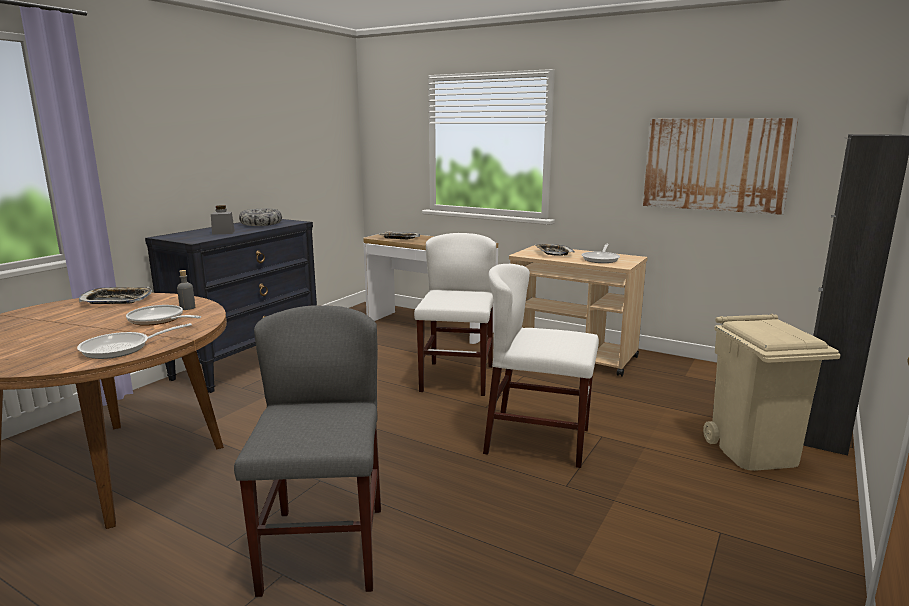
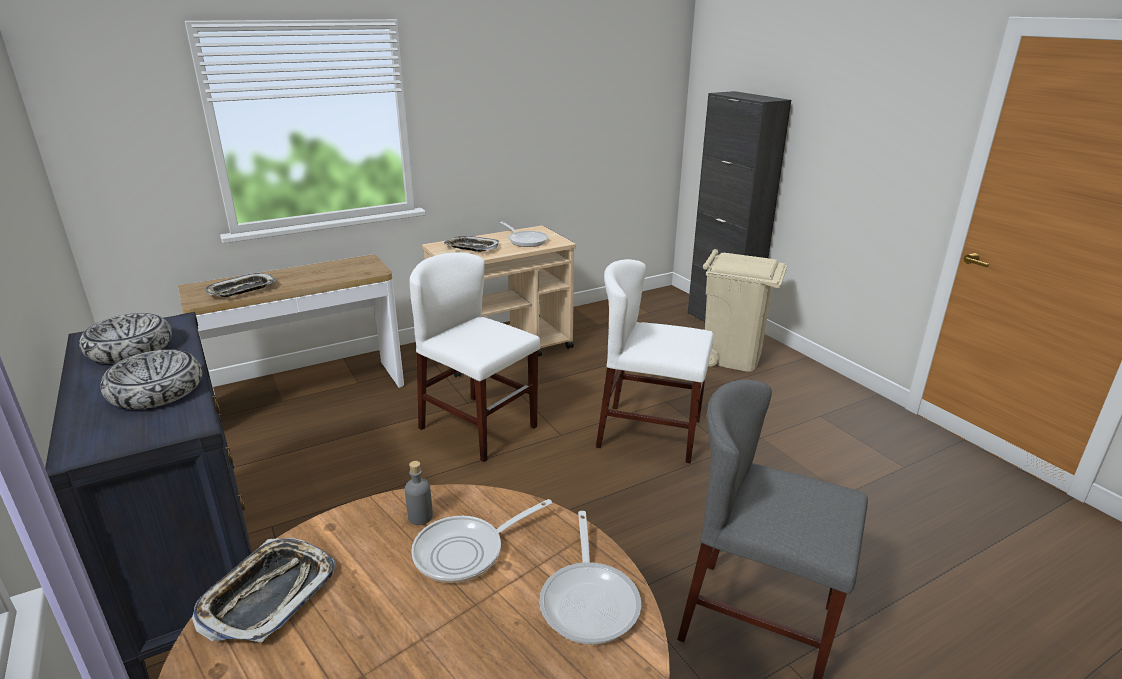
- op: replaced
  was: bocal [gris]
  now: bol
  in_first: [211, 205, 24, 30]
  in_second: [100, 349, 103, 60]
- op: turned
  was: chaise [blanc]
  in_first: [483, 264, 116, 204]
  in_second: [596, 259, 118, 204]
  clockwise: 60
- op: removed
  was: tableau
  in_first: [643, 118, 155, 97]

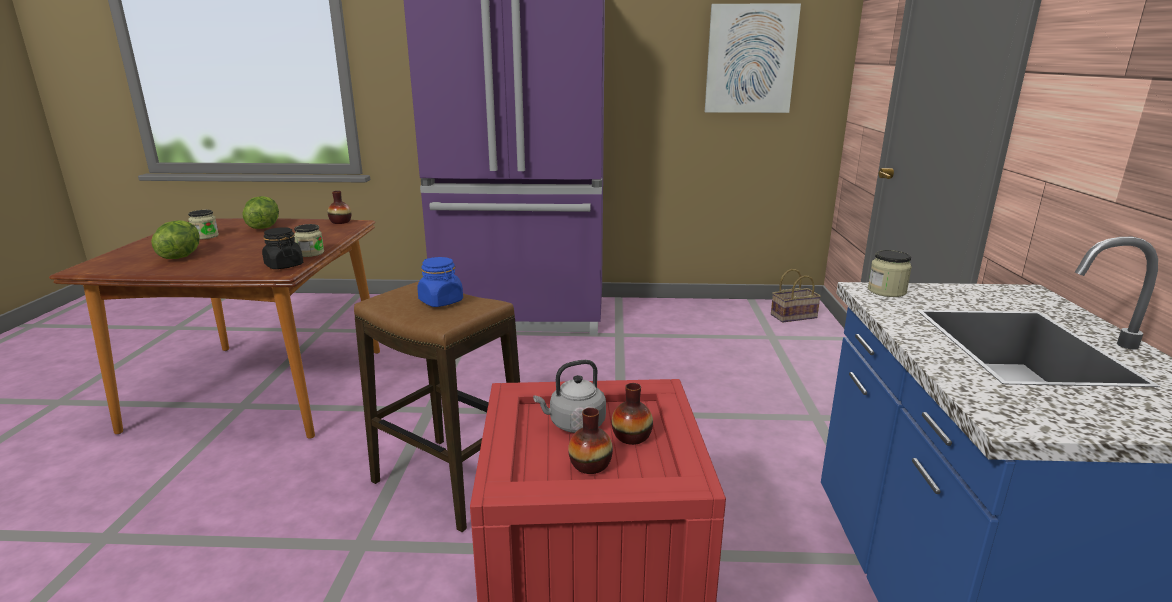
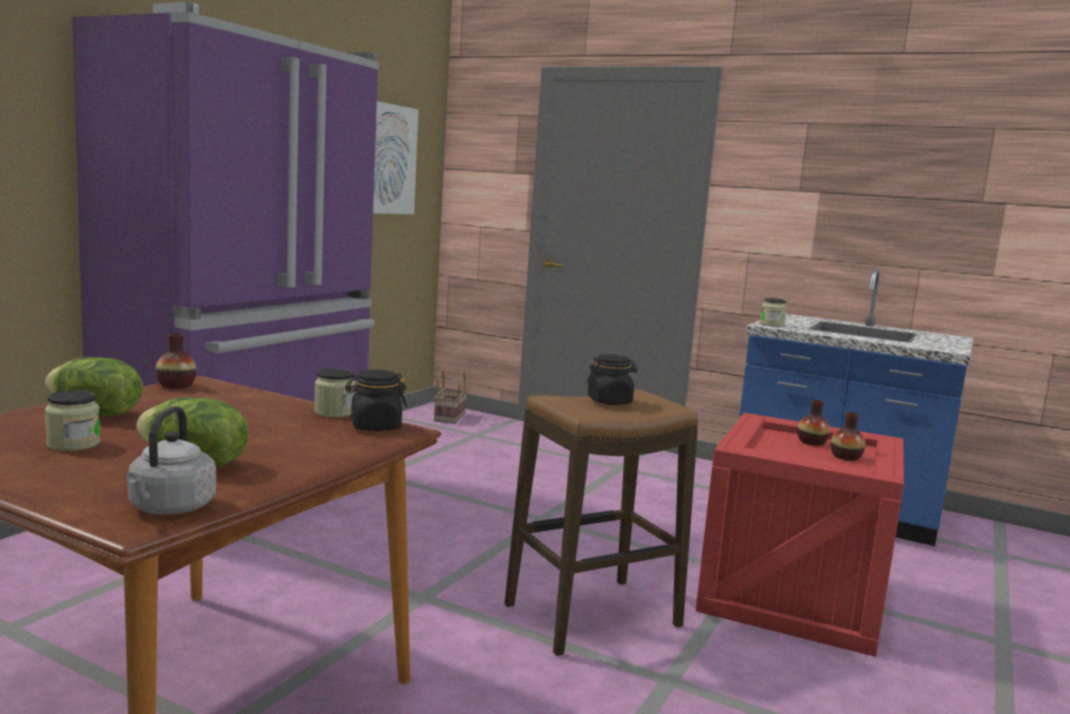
- op: recoloured
  was: bocal [bleu]
  now: bocal [noir]
  in_first: [417, 257, 46, 50]
  in_second: [587, 354, 51, 51]
- op: moved
  was: bouilloire [gris]
  in_first: [533, 360, 73, 73]
  in_second: [126, 406, 90, 109]

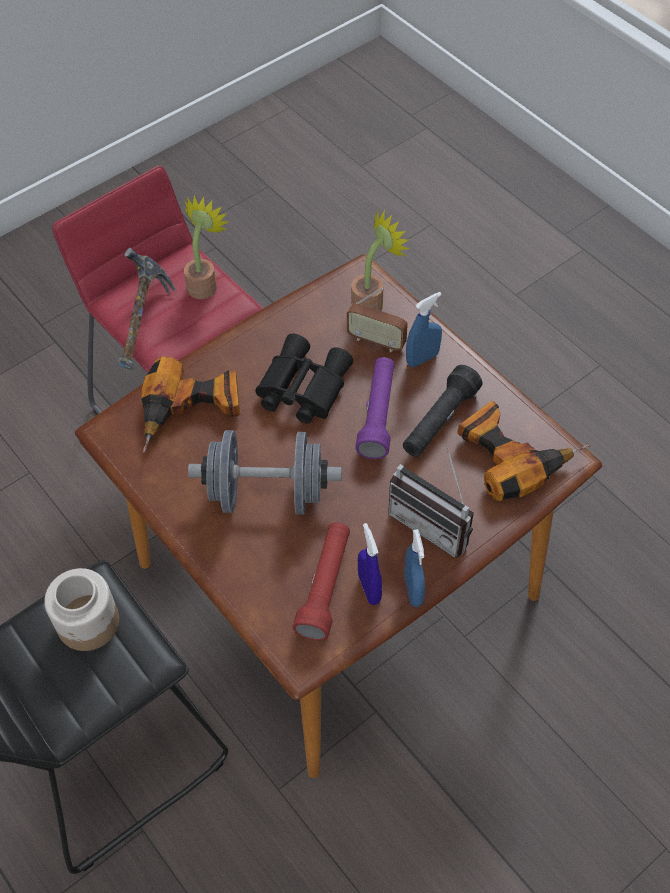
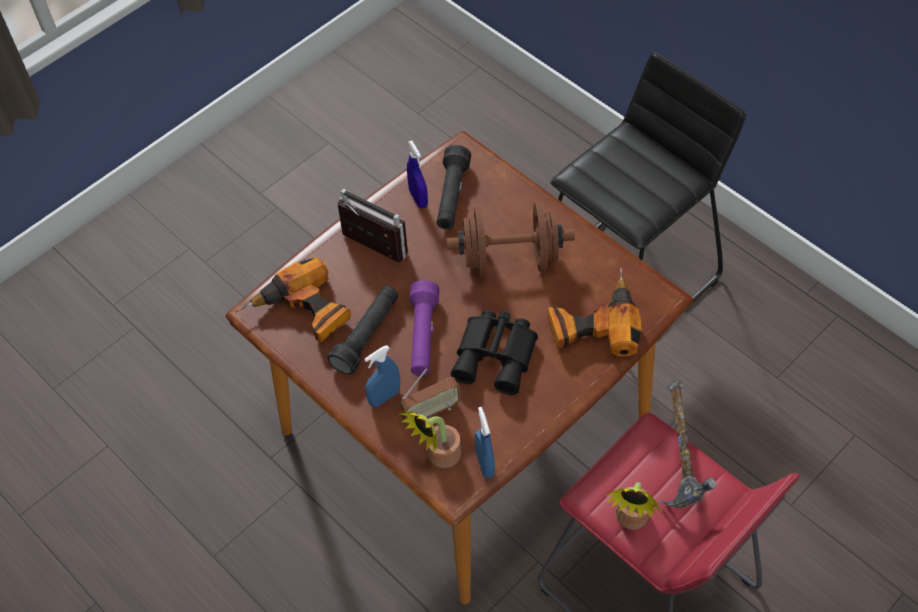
- op: removed
  was: bocal
  in_first: [44, 568, 75, 83]
- op: recoloured
  was: haltère [gris]
  now: haltère [marron]
  in_first: [188, 430, 154, 85]
  in_second: [446, 203, 129, 73]
- op: recoloured
  was: lampe de poche [rouge]
  now: lampe de poche [noir]
  in_first: [292, 522, 58, 119]
  in_second: [437, 145, 34, 84]
- op: turned
  was: radio
  in_first: [346, 288, 62, 64]
  in_second: [400, 369, 60, 57]
  clockwise: 135
- op: moved
  was: vaporisateur [bleu]
  in_first: [404, 529, 21, 78]
  in_second: [475, 407, 20, 72]

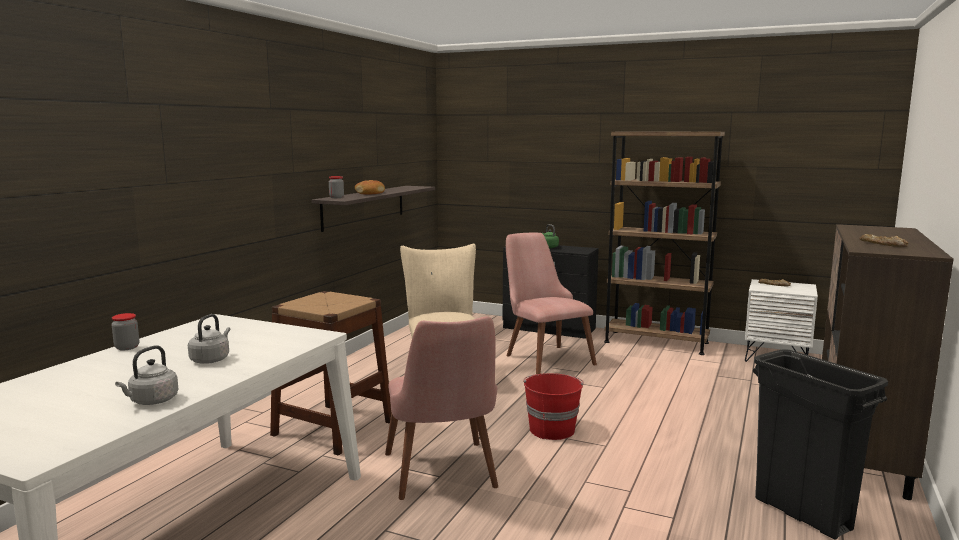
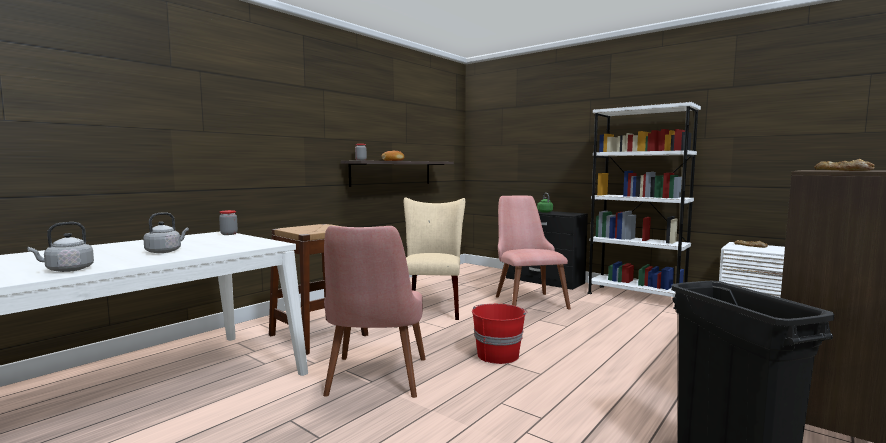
- op: moved
  was: bocal
  in_first: [112, 313, 27, 37]
  in_second: [219, 210, 19, 25]
- op: recoloured
  was: bibliothèque [marron]
  now: bibliothèque [blanc]
  in_first: [604, 132, 121, 223]
  in_second: [587, 102, 114, 207]

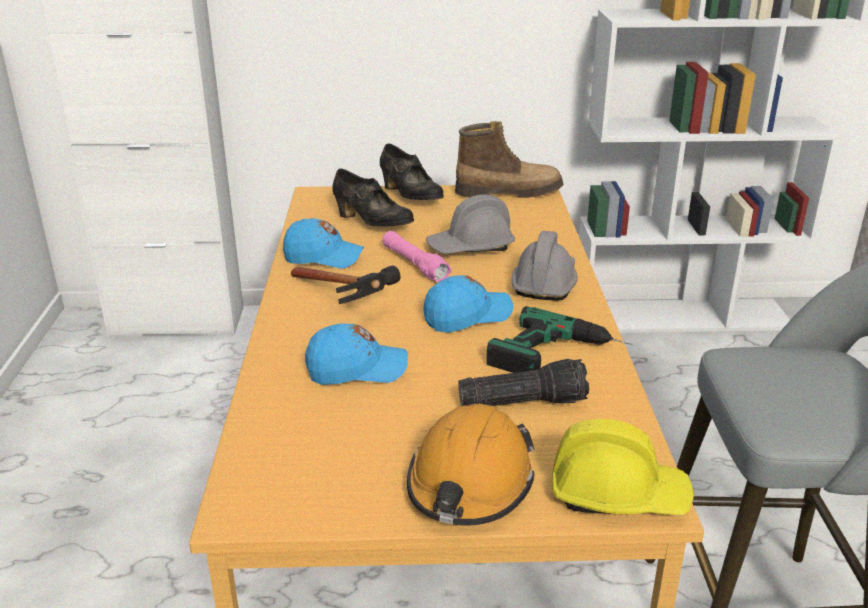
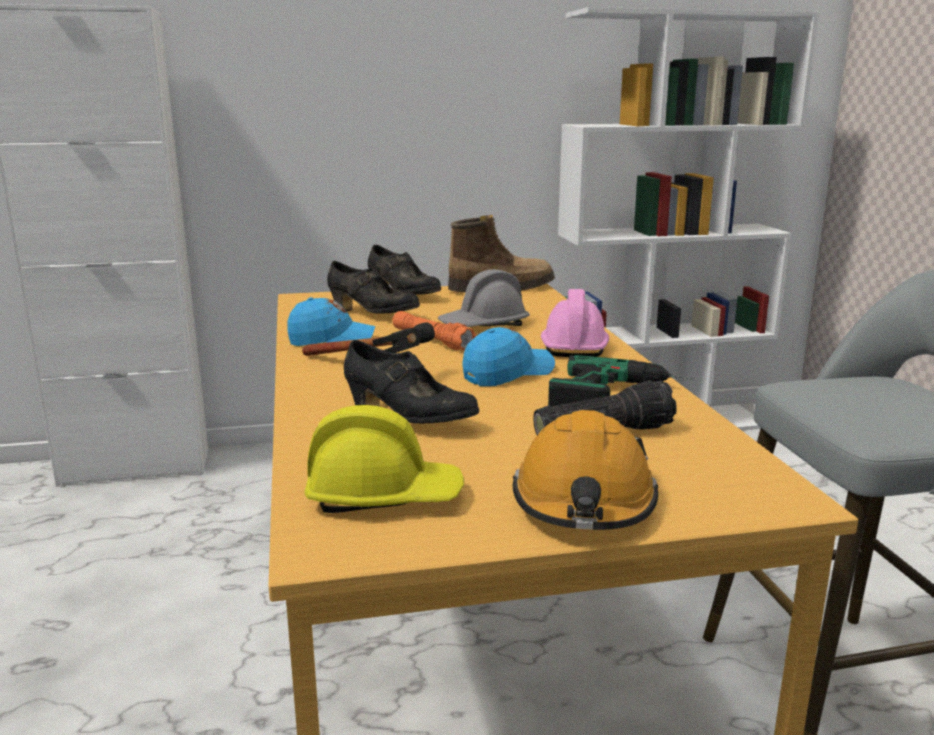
- op: replaced
  was: casquette [bleu]
  now: chaussure [noir]
  in_first: [305, 324, 103, 61]
  in_second: [344, 340, 135, 83]
- op: recoloured
  was: lampe de poche [rose]
  now: lampe de poche [orange]
  in_first: [382, 231, 70, 51]
  in_second: [393, 311, 83, 40]
- op: recoloured
  was: casque de chantier [gris]
  now: casque de chantier [rose]
  in_first: [512, 231, 66, 70]
  in_second: [541, 289, 68, 68]
- op: moved
  was: casque de chantier [jaune]
  in_first: [552, 419, 142, 96]
  in_second: [304, 405, 160, 108]

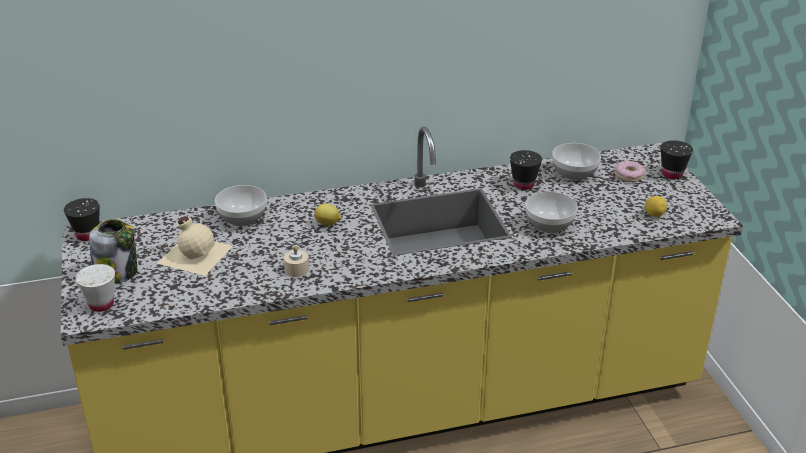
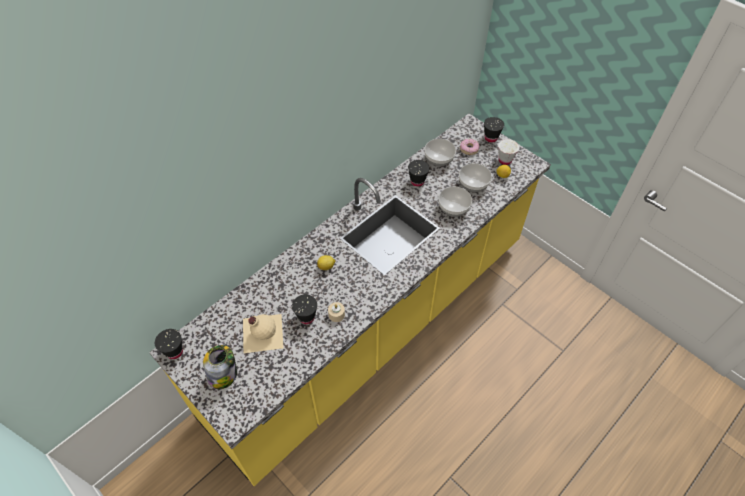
- op: moved
  was: tasse [blanc]
  in_first: [75, 264, 40, 48]
  in_second: [498, 139, 21, 26]
- op: moved
  was: bol
  in_first: [215, 185, 52, 41]
  in_second: [459, 163, 33, 29]
- op: added
  now: tasse [noir]
  in_second: [292, 294, 25, 30]

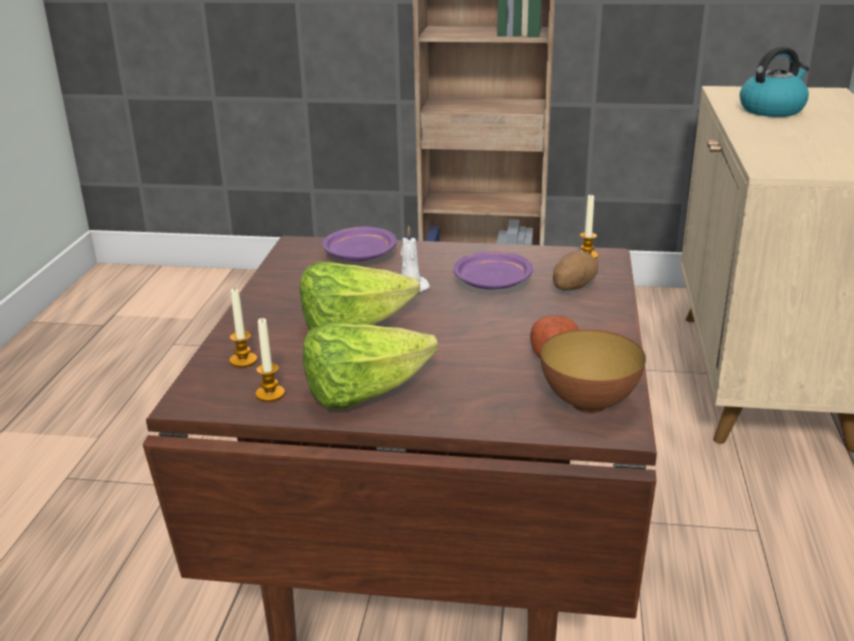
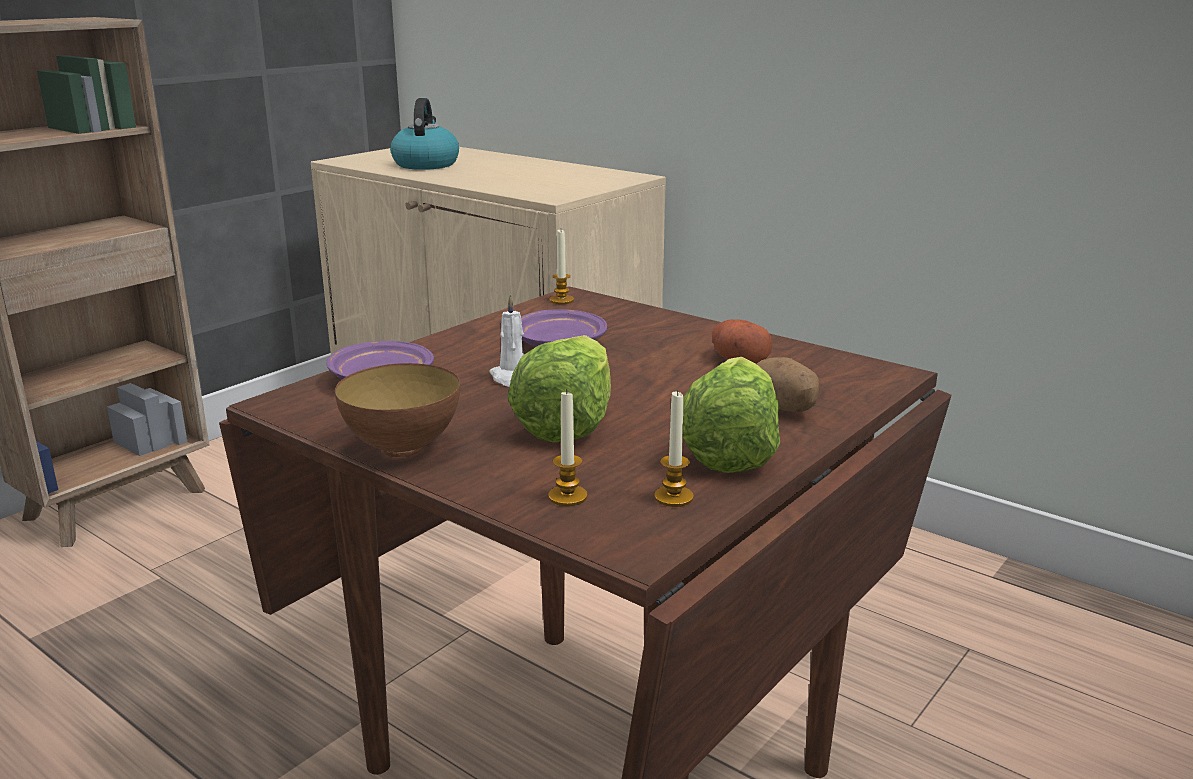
- op: moved
  was: bol
  in_first: [540, 329, 106, 84]
  in_second: [335, 363, 125, 94]
- op: moved
  was: pomme de terre
  in_first: [553, 251, 45, 40]
  in_second: [757, 357, 62, 55]

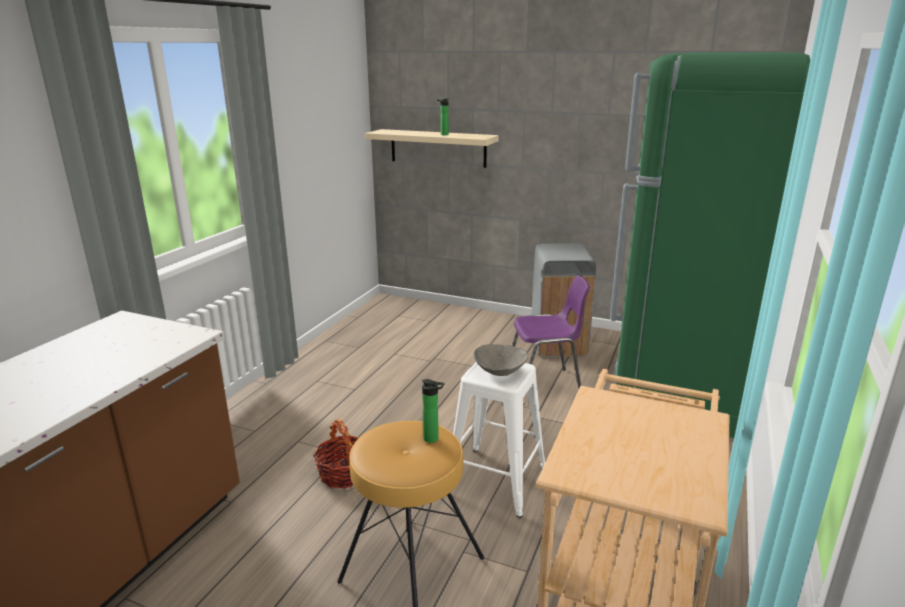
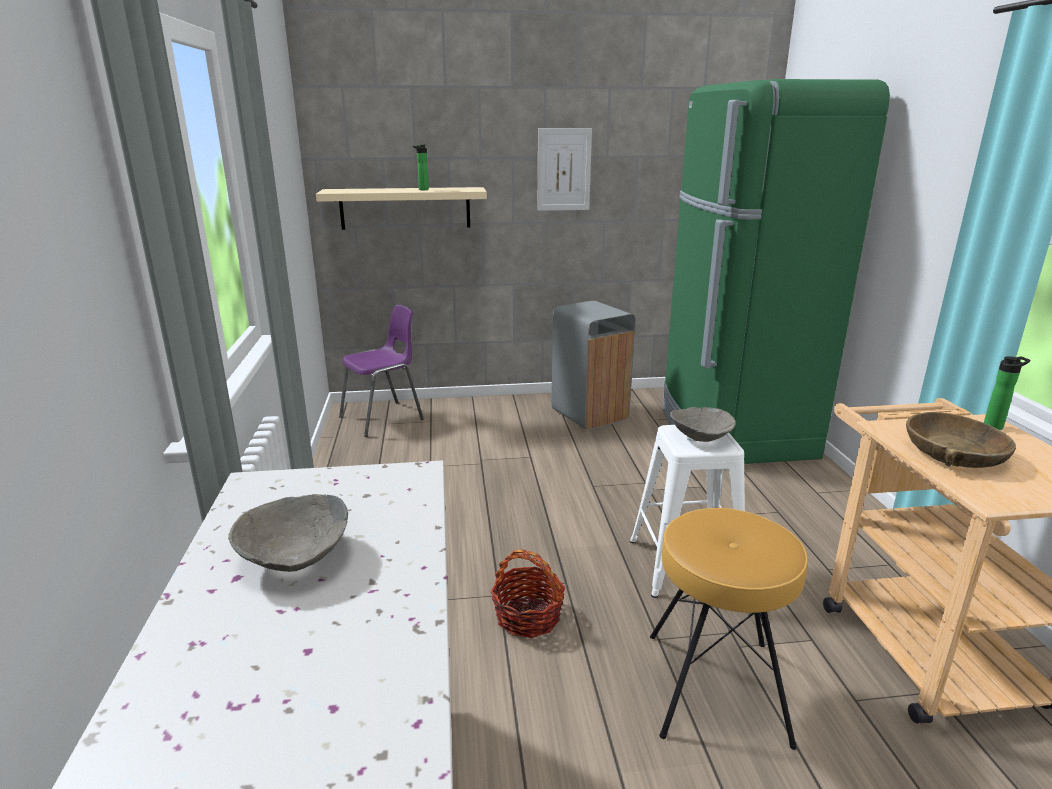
- op: moved
  was: bouteille
  in_first: [422, 379, 22, 64]
  in_second: [984, 356, 46, 74]
- op: moved
  was: chaise [violet]
  in_first: [512, 275, 78, 113]
  in_second: [339, 305, 85, 132]
- op: added
  now: bol [gris]
  in_second: [228, 494, 120, 78]
- op: added
  now: tableau
  in_second: [538, 128, 54, 83]
- op: added
  now: bol [marron]
  in_second: [906, 412, 110, 56]

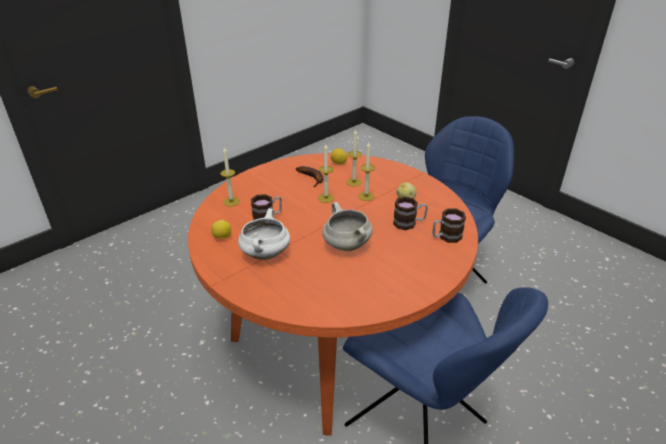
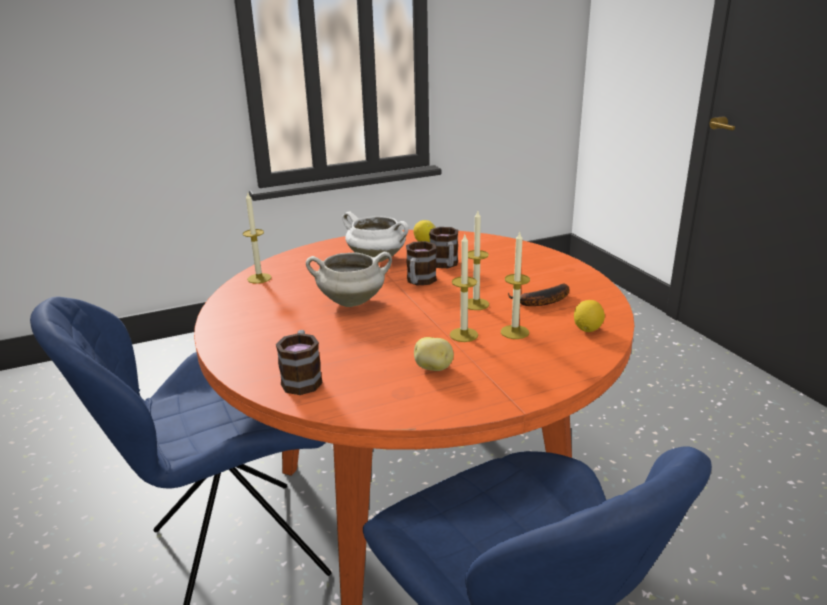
- op: moved
  was: bougie
  in_first: [220, 147, 20, 60]
  in_second: [243, 193, 29, 90]
- op: moved
  was: mug
  in_first: [393, 197, 35, 33]
  in_second: [406, 241, 31, 44]

